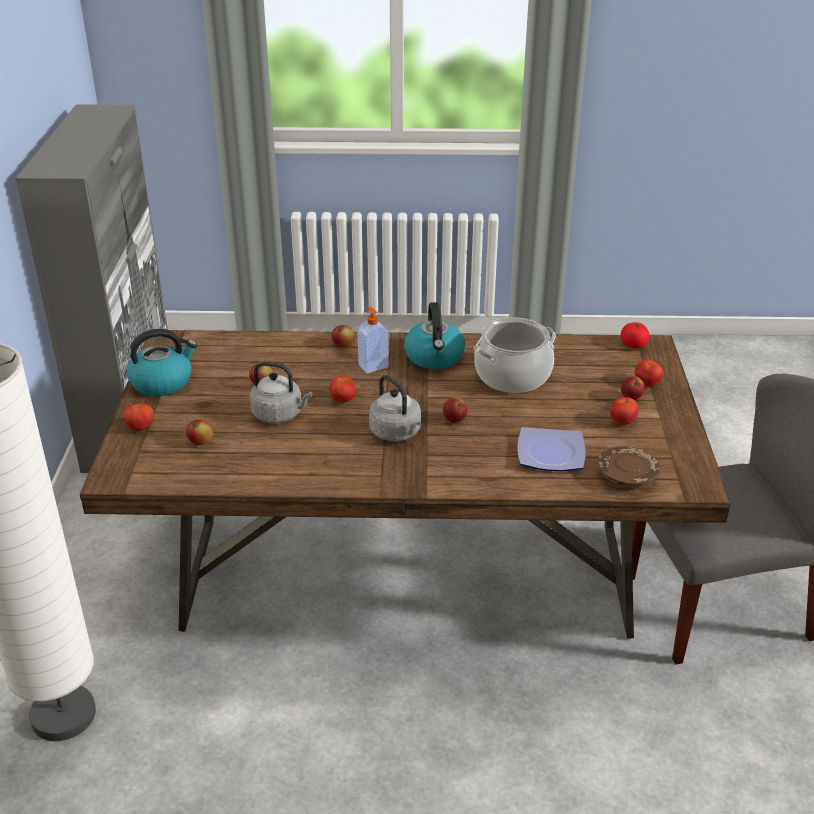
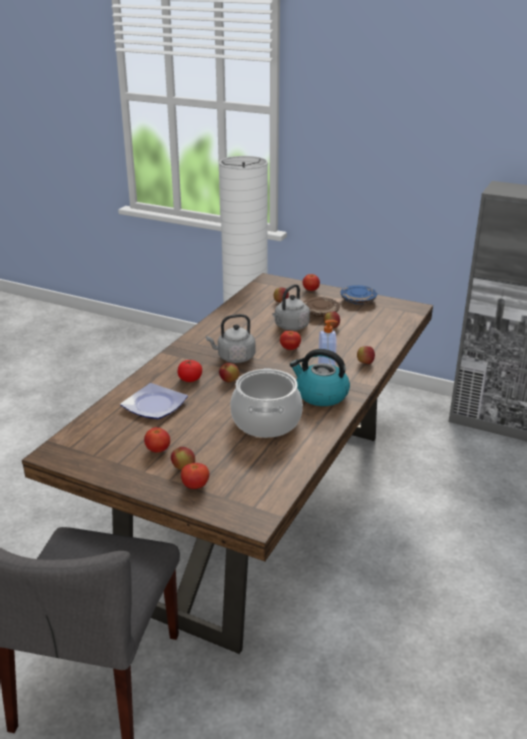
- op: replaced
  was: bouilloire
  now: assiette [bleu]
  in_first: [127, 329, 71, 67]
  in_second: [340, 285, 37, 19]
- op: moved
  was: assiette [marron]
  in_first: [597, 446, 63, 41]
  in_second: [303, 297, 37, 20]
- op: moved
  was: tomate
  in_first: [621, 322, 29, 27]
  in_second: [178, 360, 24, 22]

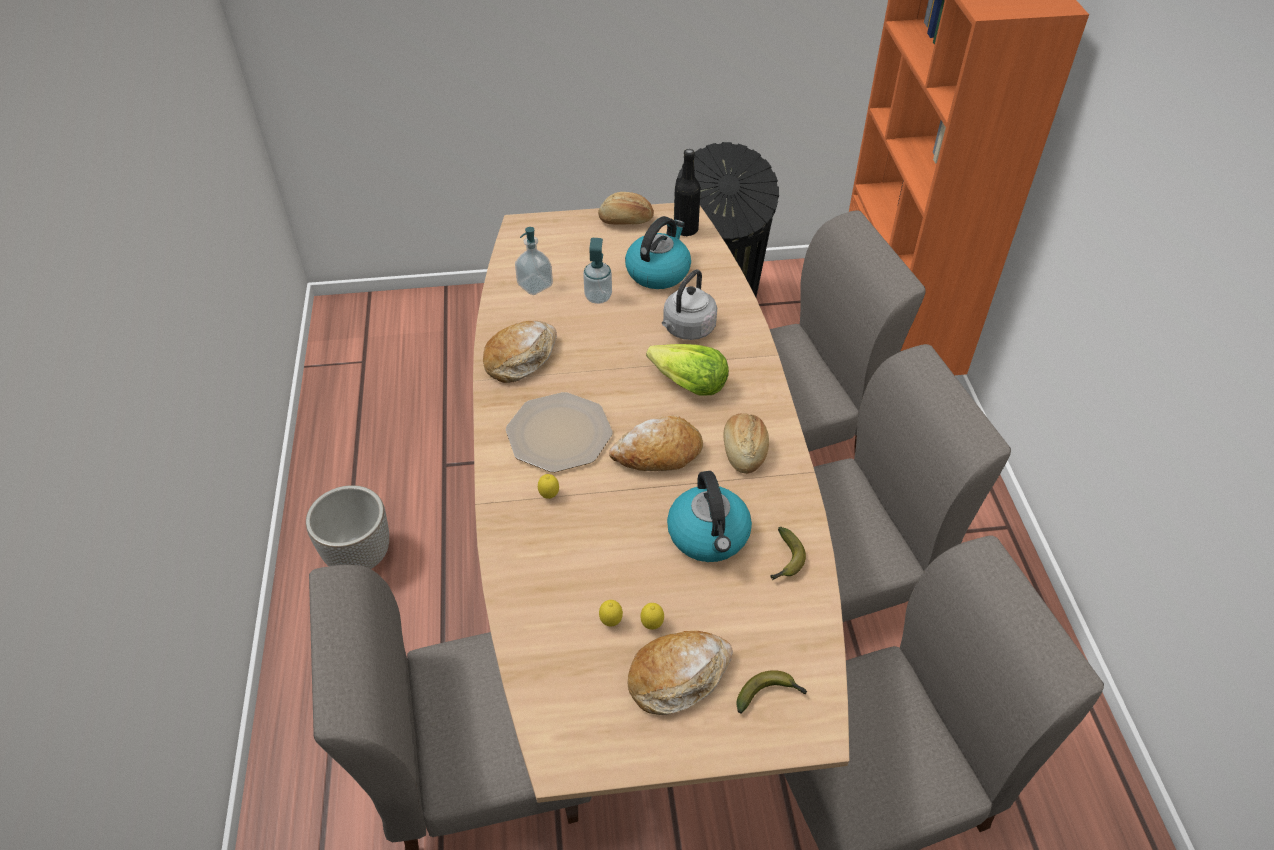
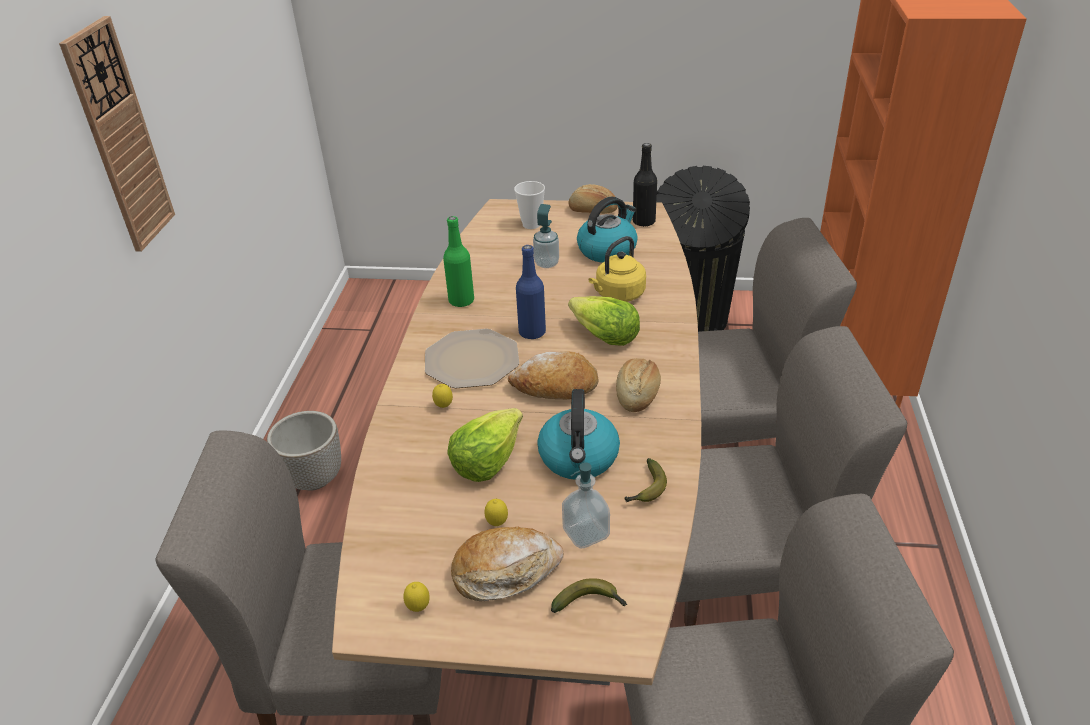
- op: replaced
  was: pain
  now: bouteille [vert]
  in_first: [483, 321, 74, 62]
  in_second: [443, 216, 31, 91]
- op: moved
  was: distributeur de savon
  in_first: [515, 227, 38, 68]
  in_second: [562, 462, 48, 87]
- op: moved
  was: citron
  in_first: [599, 600, 24, 27]
  in_second: [404, 582, 26, 30]
- op: recoloured
  was: bouilloire [gris]
  now: bouilloire [jaune]
  in_first: [662, 270, 55, 70]
  in_second: [588, 236, 58, 66]
- op: added
  now: horloge murale
  in_second: [59, 16, 116, 236]
- op: added
  now: laitue
  in_second: [447, 408, 76, 74]
- op: added
  now: tasse
  in_second: [514, 181, 31, 48]
- op: added
  now: bouteille [bleu]
  in_second: [516, 245, 30, 95]

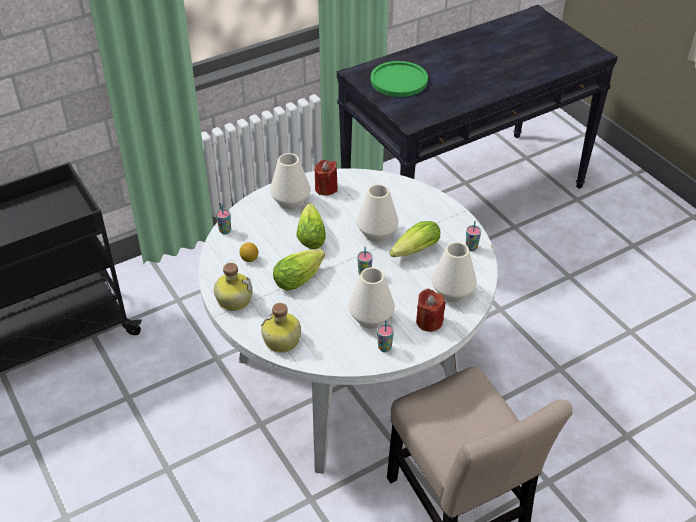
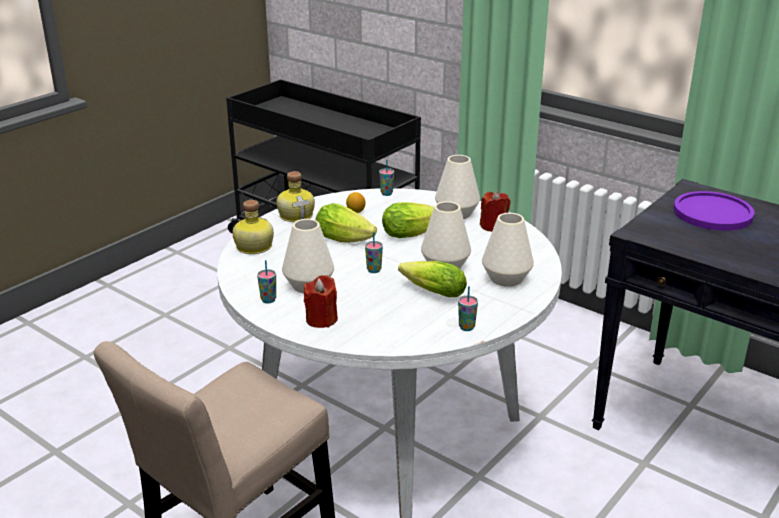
- op: recoloured
  was: assiette [vert]
  now: assiette [violet]
  in_first: [371, 61, 57, 36]
  in_second: [673, 191, 82, 39]
- op: moved
  was: vase [blanc]
  in_first: [432, 242, 45, 60]
  in_second: [482, 213, 52, 74]

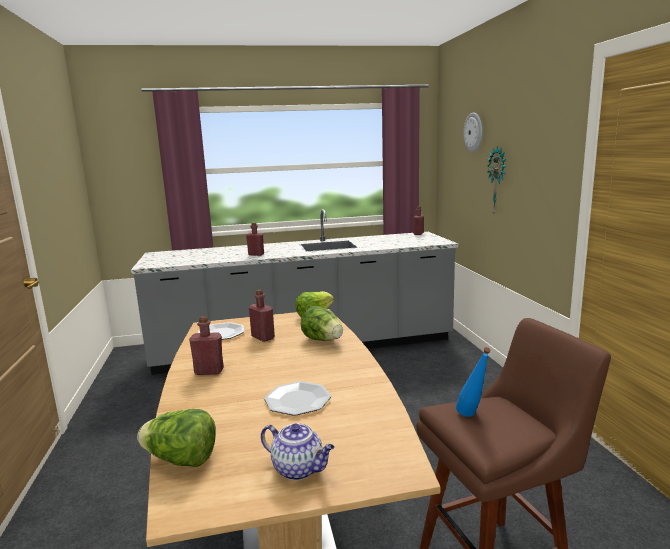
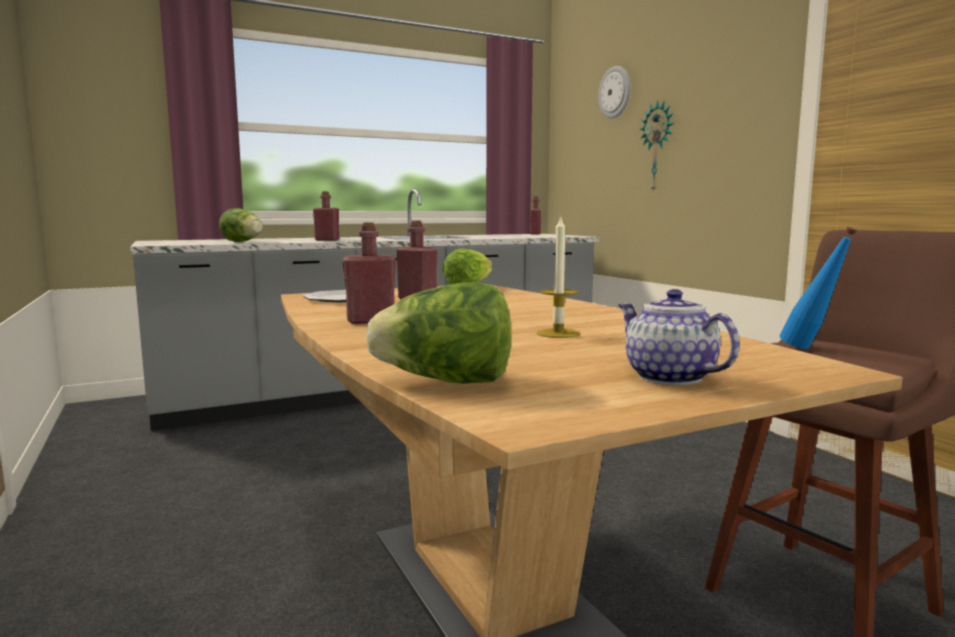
- op: turned
  was: théière
  in_first: [261, 423, 74, 57]
  in_second: [618, 289, 122, 96]
  clockwise: -135
- op: replaced
  was: assiette
  now: bougie
  in_first: [264, 381, 67, 35]
  in_second: [536, 215, 44, 123]
- op: moved
  was: laitue
  in_first: [301, 306, 42, 35]
  in_second: [219, 208, 44, 34]

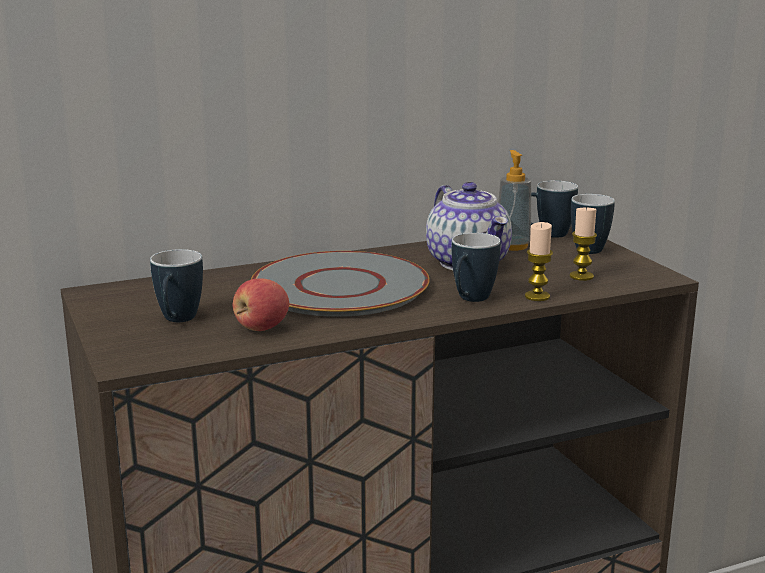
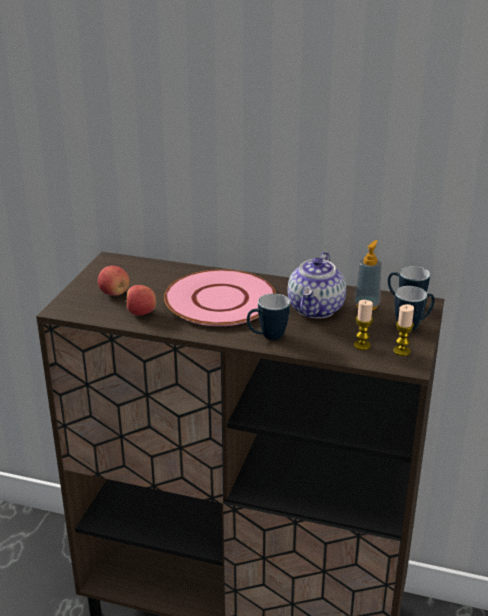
- op: replaced
  was: mug
  now: pomme
  in_first: [150, 249, 53, 73]
  in_second: [98, 266, 32, 30]
- op: recoloured
  was: assiette [gris]
  now: assiette [rose]
  in_first: [251, 251, 179, 66]
  in_second: [164, 269, 112, 57]
- op: moved
  was: bougie
  in_first: [525, 222, 28, 79]
  in_second: [393, 304, 21, 52]

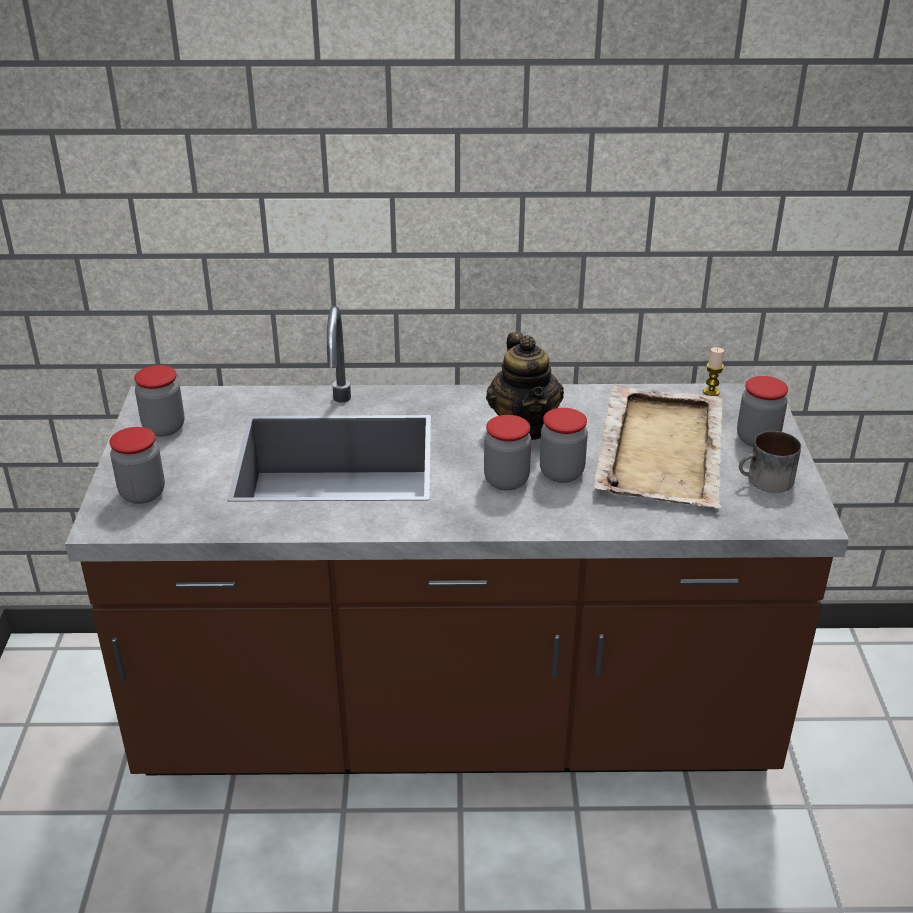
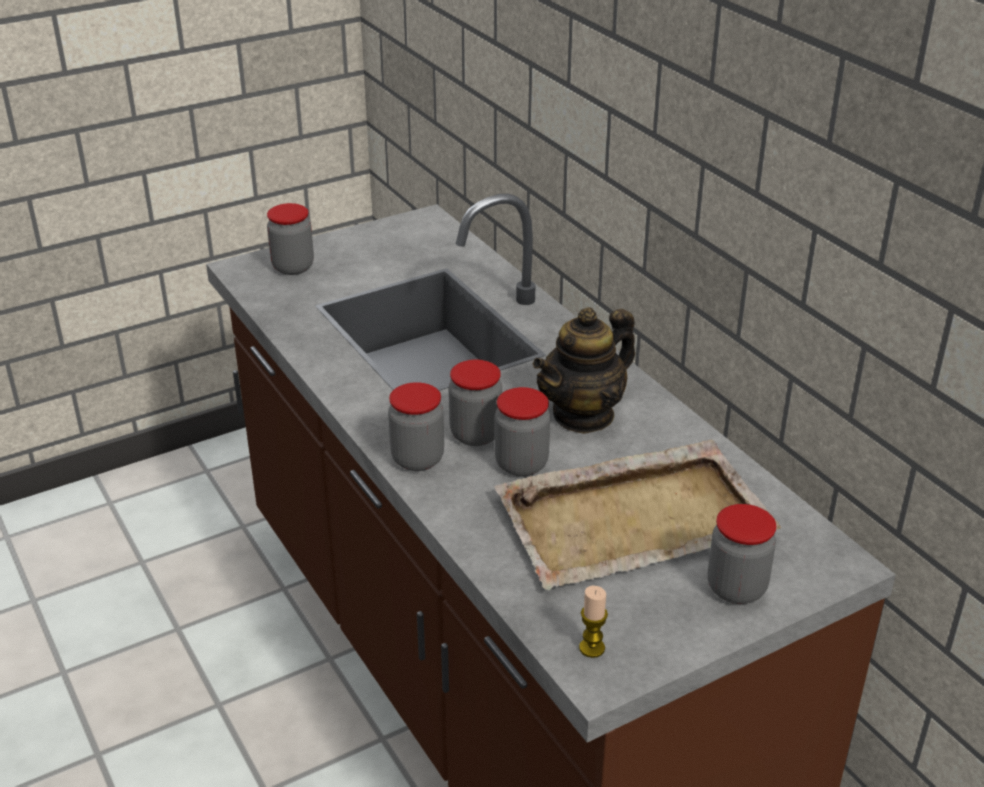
- op: moved
  was: bocal
  in_first: [134, 365, 50, 71]
  in_second: [388, 382, 56, 89]
- op: moved
  was: bougie
  in_first: [703, 347, 21, 49]
  in_second: [579, 586, 29, 72]
- op: removed
  was: mug
  in_first: [739, 431, 62, 62]

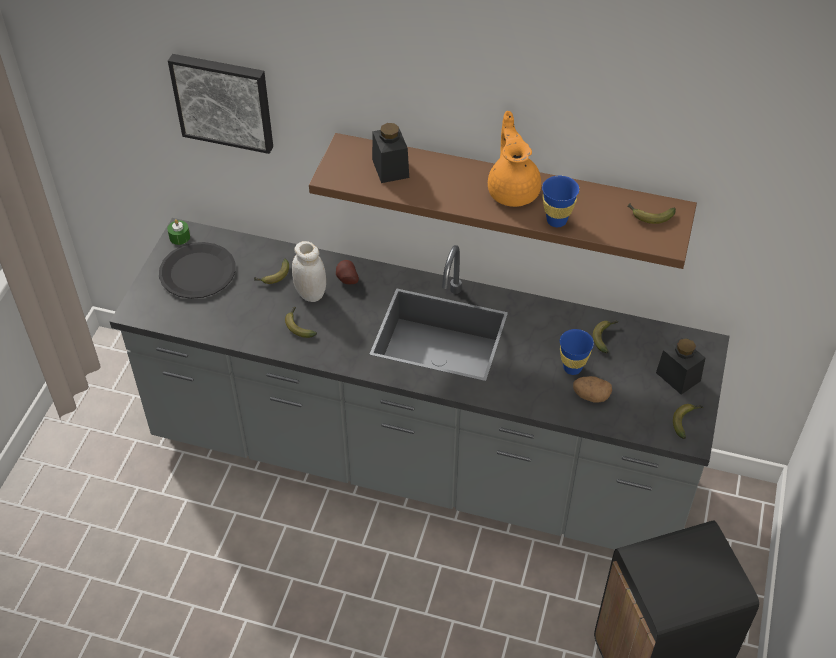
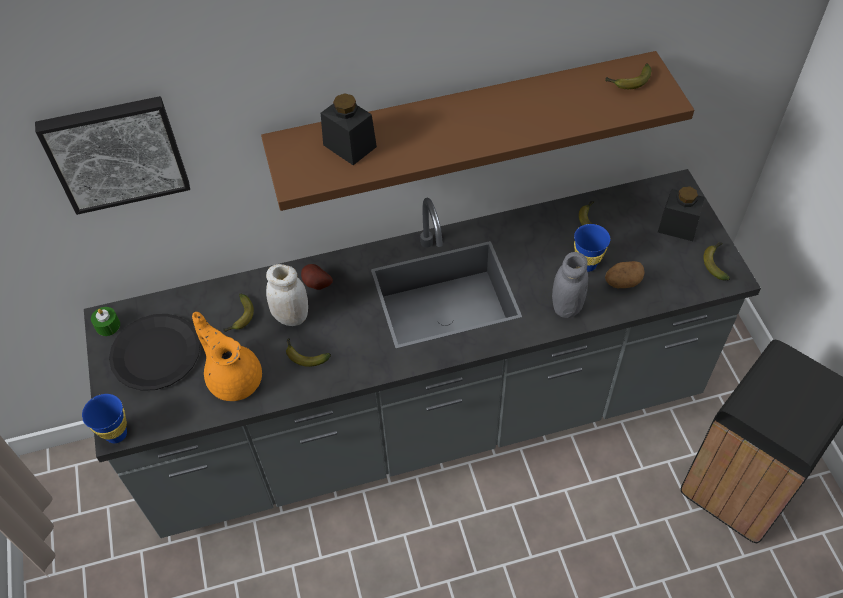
- op: moved
  was: théière [orange]
  in_first: [488, 111, 53, 96]
  in_second: [192, 312, 70, 89]
- op: moved
  was: tasse [bleu]
  in_first: [542, 176, 37, 51]
  in_second: [82, 394, 45, 49]
- op: added
  now: bocal [gris]
  in_second: [552, 252, 36, 66]

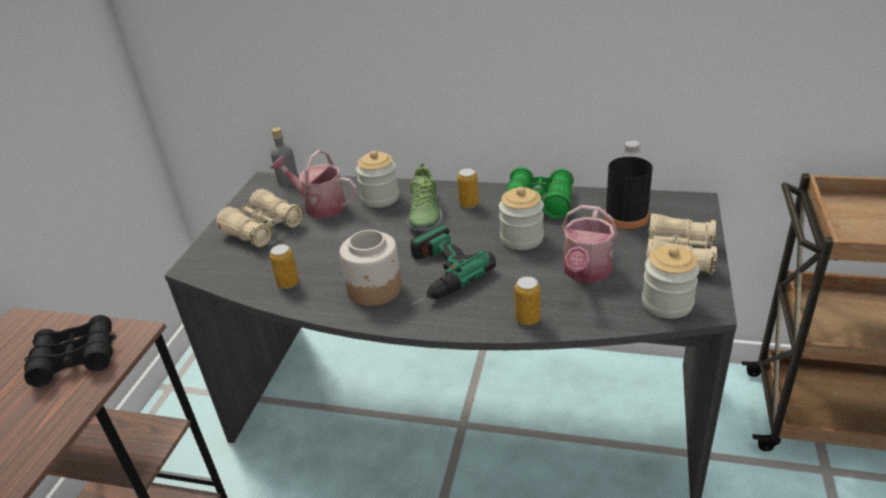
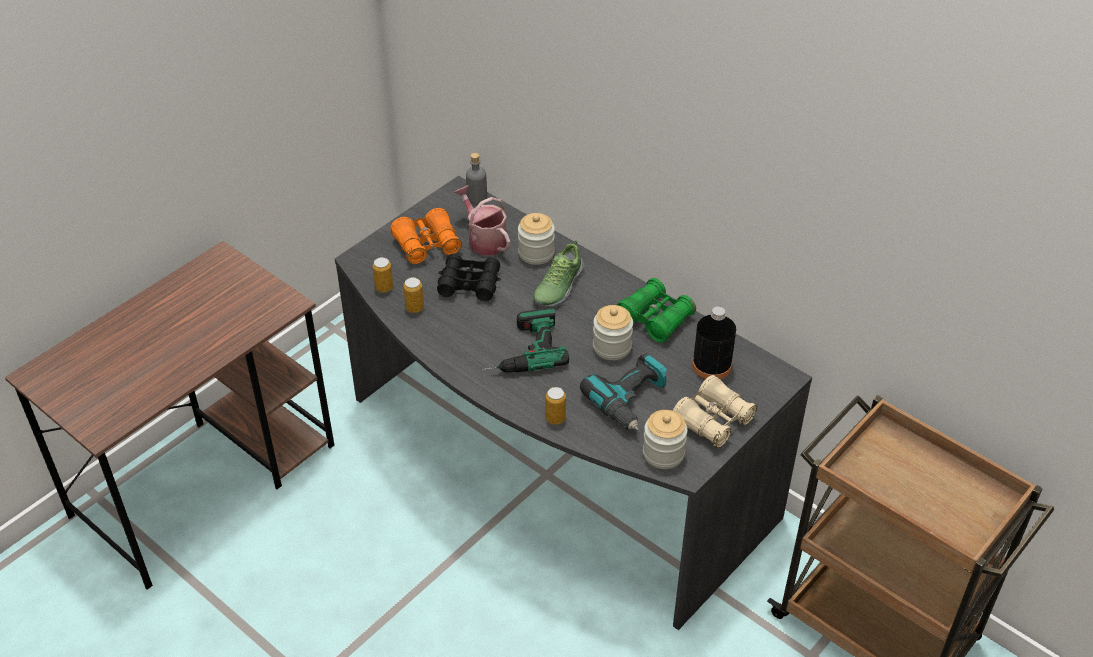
- op: moved
  was: jumelles [noir]
  in_first: [24, 315, 92, 72]
  in_second: [437, 254, 64, 47]
- op: recoloured
  was: jumelles [beige]
  now: jumelles [orange]
  in_first: [216, 189, 88, 59]
  in_second: [390, 208, 72, 56]
- op: removed
  was: bocal
  in_first: [340, 230, 62, 76]
- op: moved
  was: boîte métallique
  in_first: [457, 168, 22, 40]
  in_second: [373, 257, 20, 36]
- op: replaced
  was: arrosoir
  now: perceuse
  in_first: [561, 205, 57, 78]
  in_second: [580, 352, 87, 79]

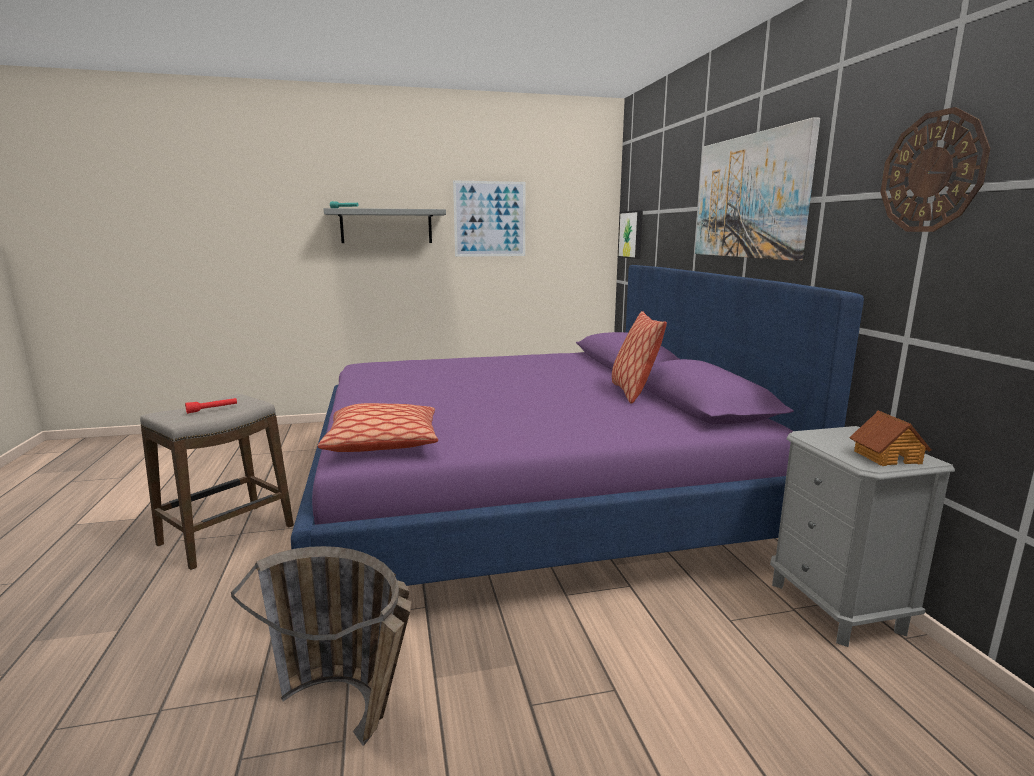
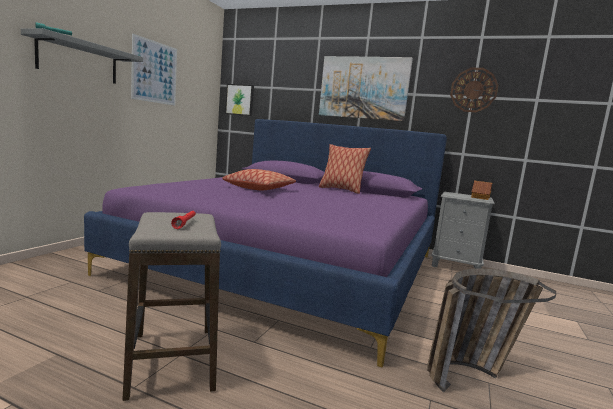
- op: moved
  was: coussin
  in_first: [317, 403, 121, 49]
  in_second: [222, 169, 74, 21]

